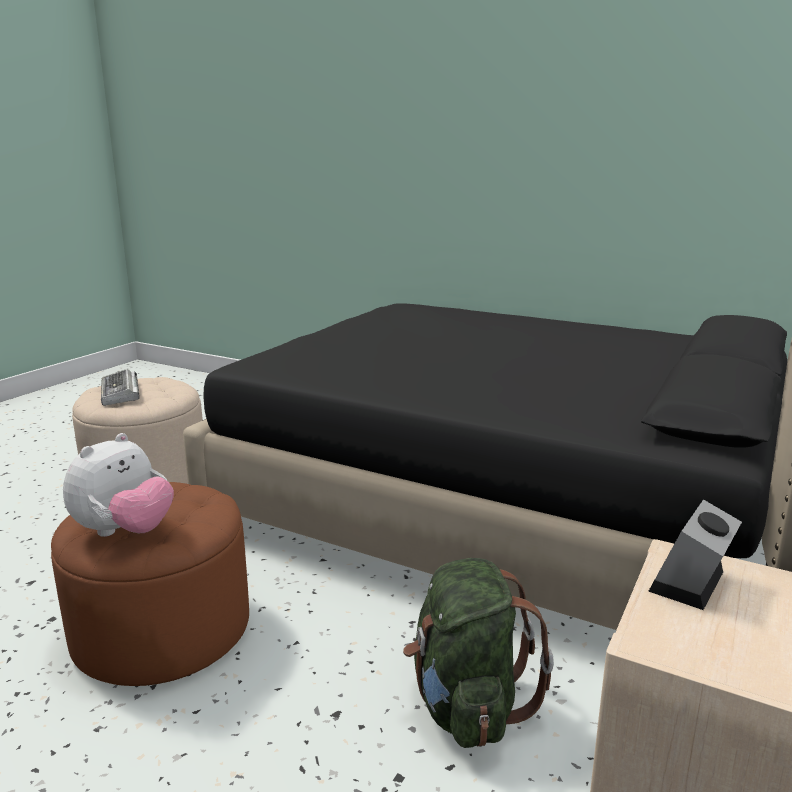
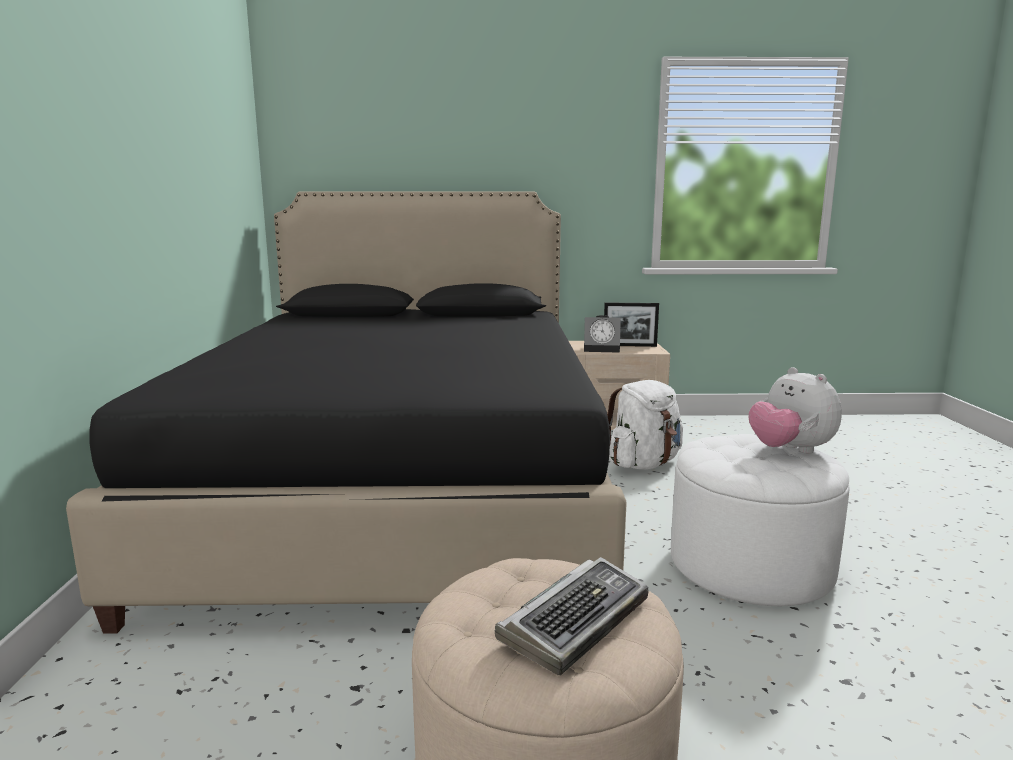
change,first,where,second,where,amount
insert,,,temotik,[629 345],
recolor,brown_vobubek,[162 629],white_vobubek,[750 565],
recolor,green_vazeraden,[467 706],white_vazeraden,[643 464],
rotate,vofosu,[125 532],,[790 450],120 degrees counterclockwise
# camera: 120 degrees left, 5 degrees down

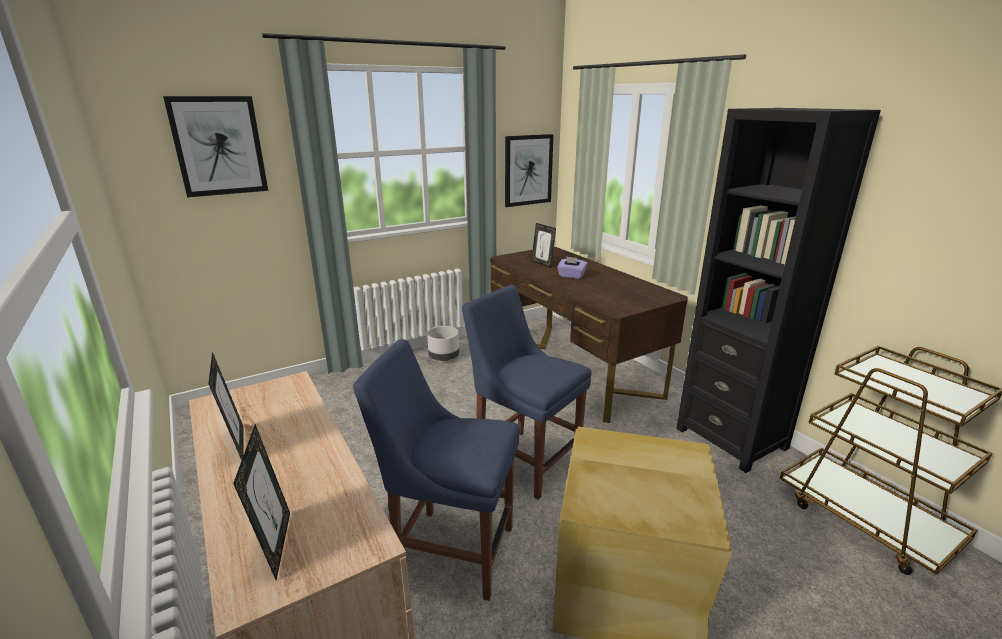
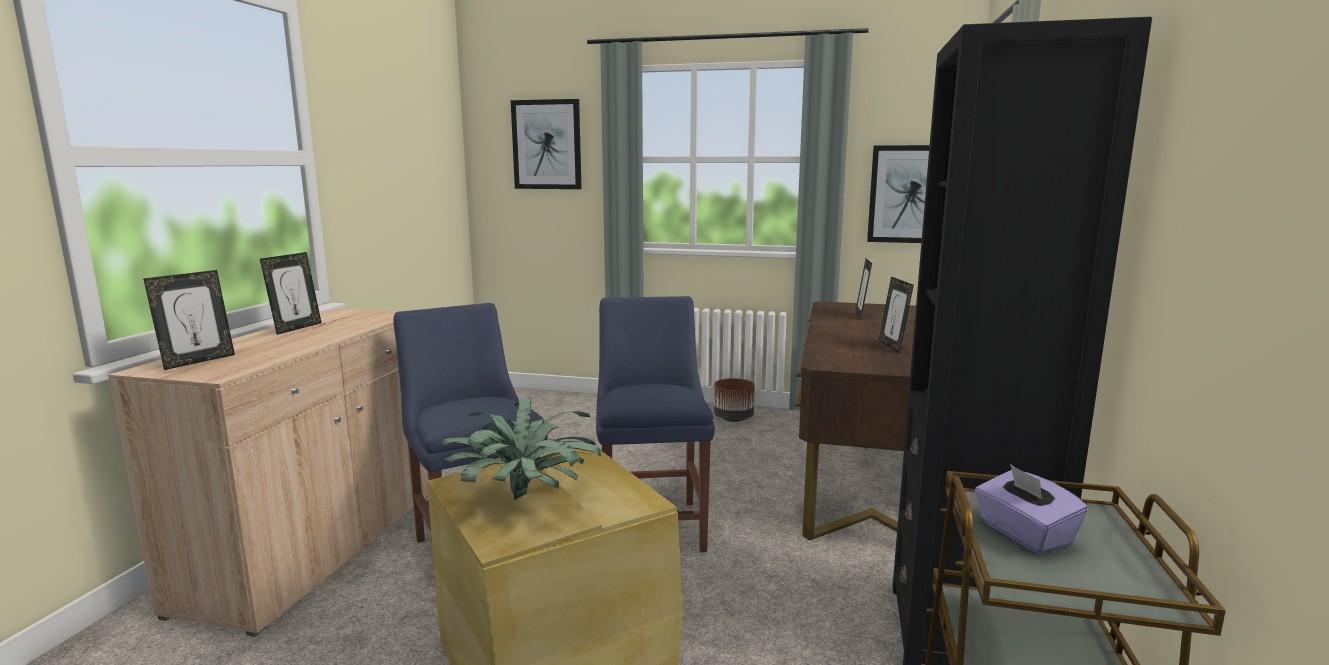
change,first,where,second,where,amount
insert,,,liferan,[525 499],
insert,,,temotik,[892 347],
move,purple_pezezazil,[571 276],,[1023 534],
recolor,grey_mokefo,[444 357],brown_mokefo,[733 418],
# camera: 45 degrees right, 10 degrees down

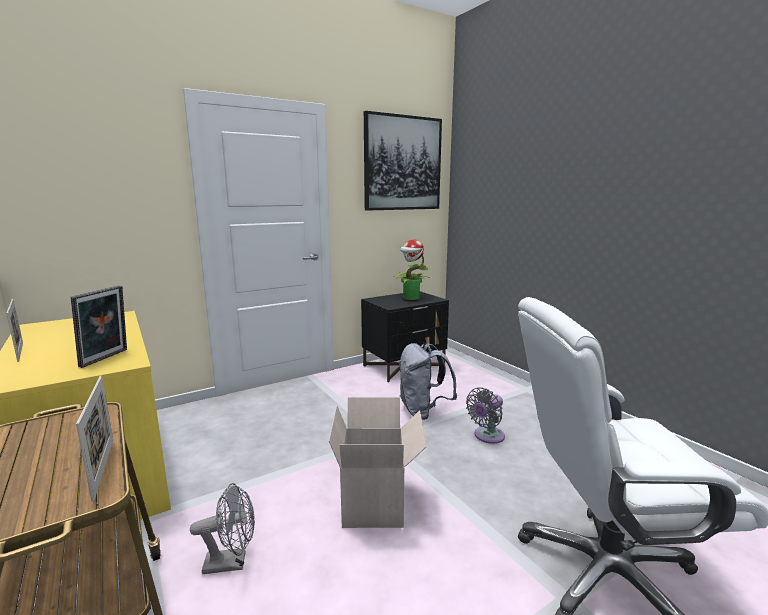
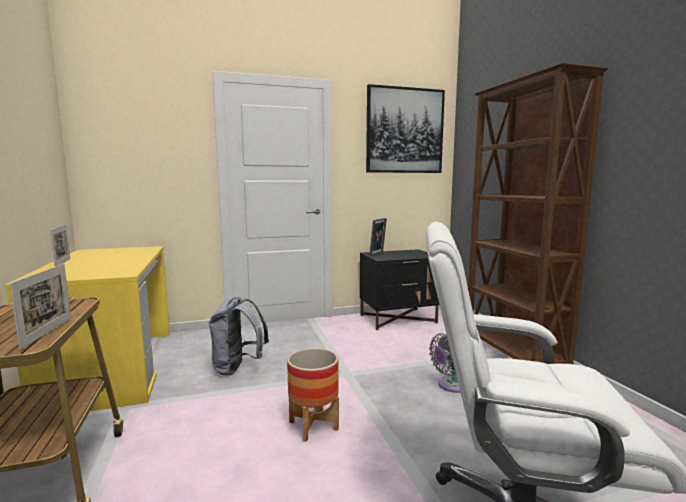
change,first,where,second,where,amount
delete,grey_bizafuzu,[232 562],,,
delete,liferan,[411 298],,,
insert,,,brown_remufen,[512 355],
move,temotik,[106 358],,[377 253],
move,grey_vazeraden,[423 411],,[238 368],
replace,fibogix,[376 504],mokefo,[313 426],
# camera: 15 degrees right, 5 degrees down

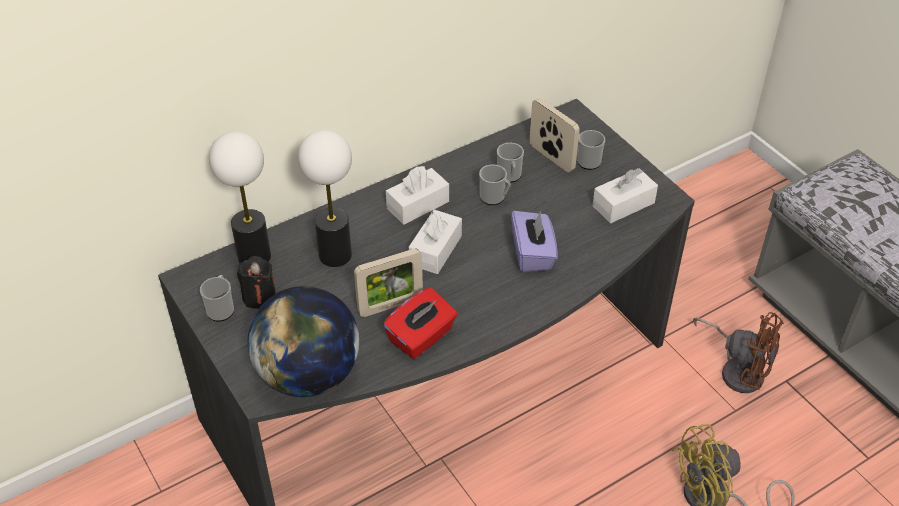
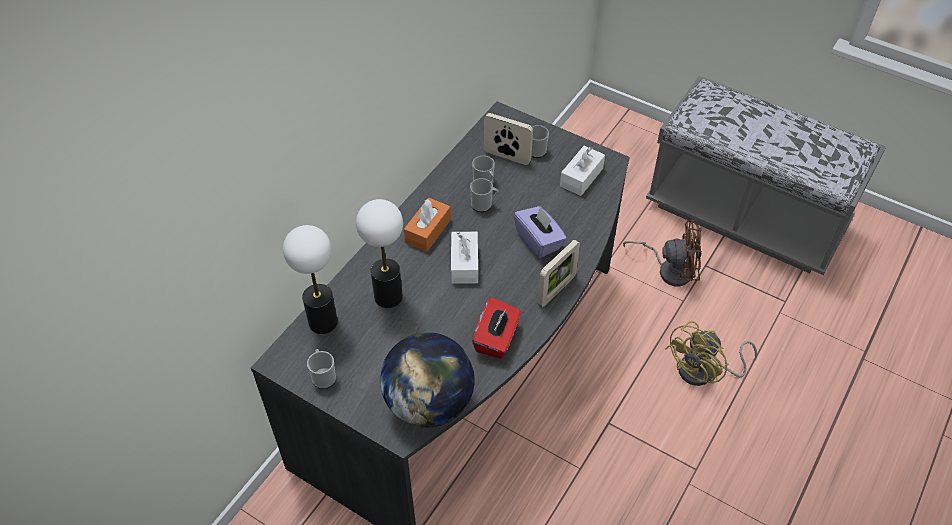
change,first,where,second,where,amount
delete,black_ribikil,[259 296],,,
move,temotik,[390 305],,[556 290],
recolor,white_pezezazil,[418 205],orange_pezezazil,[428 231],
# camera: 25 degrees left, 5 degrees up

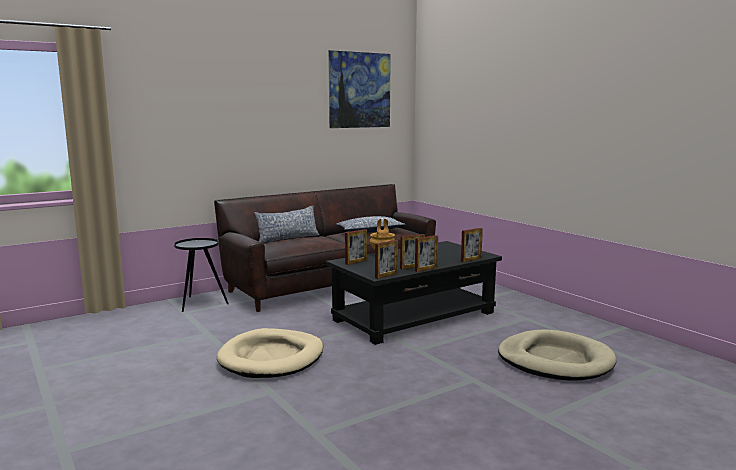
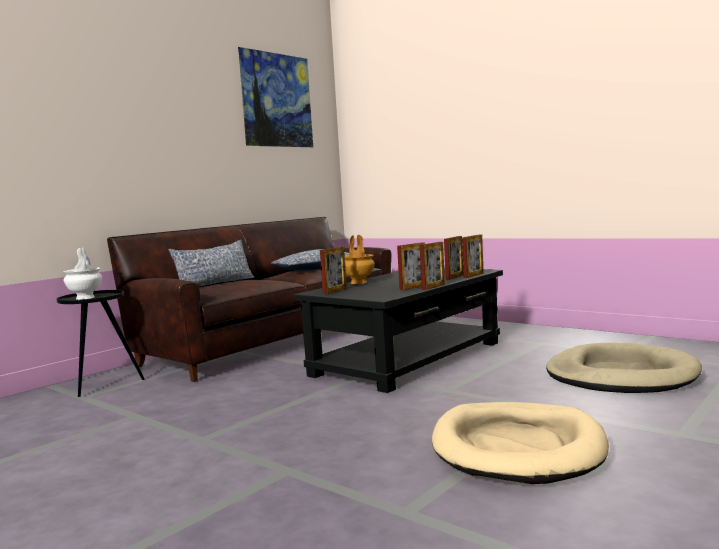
change,first,where,second,where,amount
insert,,,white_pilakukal,[85 298],
move,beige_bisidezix,[272 358],,[517 447],
move,temotik,[386 275],,[454 277],
# camera: 15 degrees left, 5 degrees down

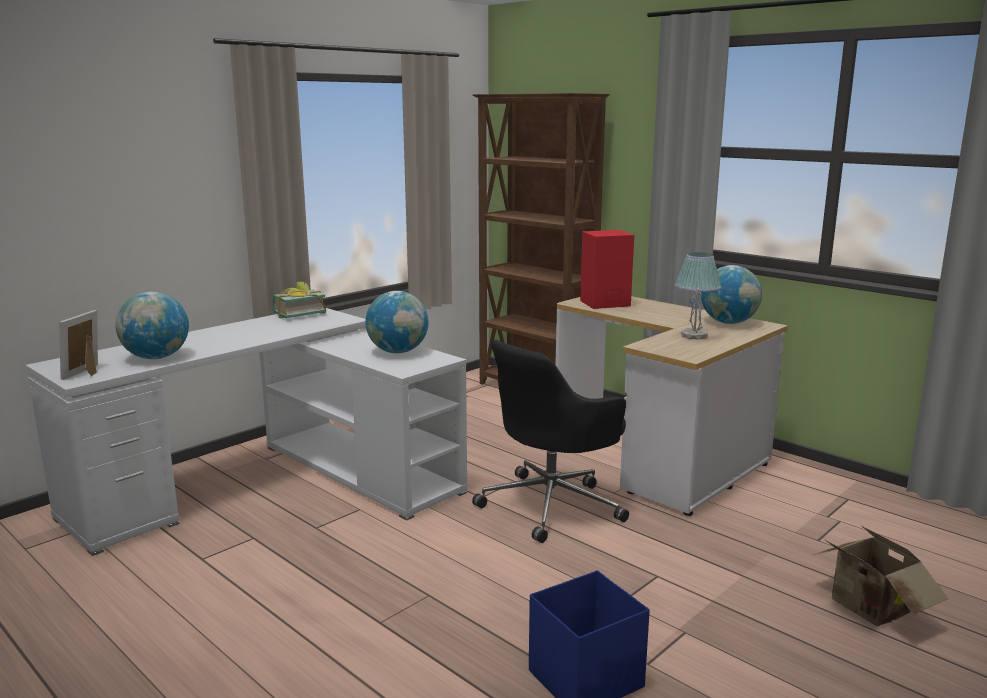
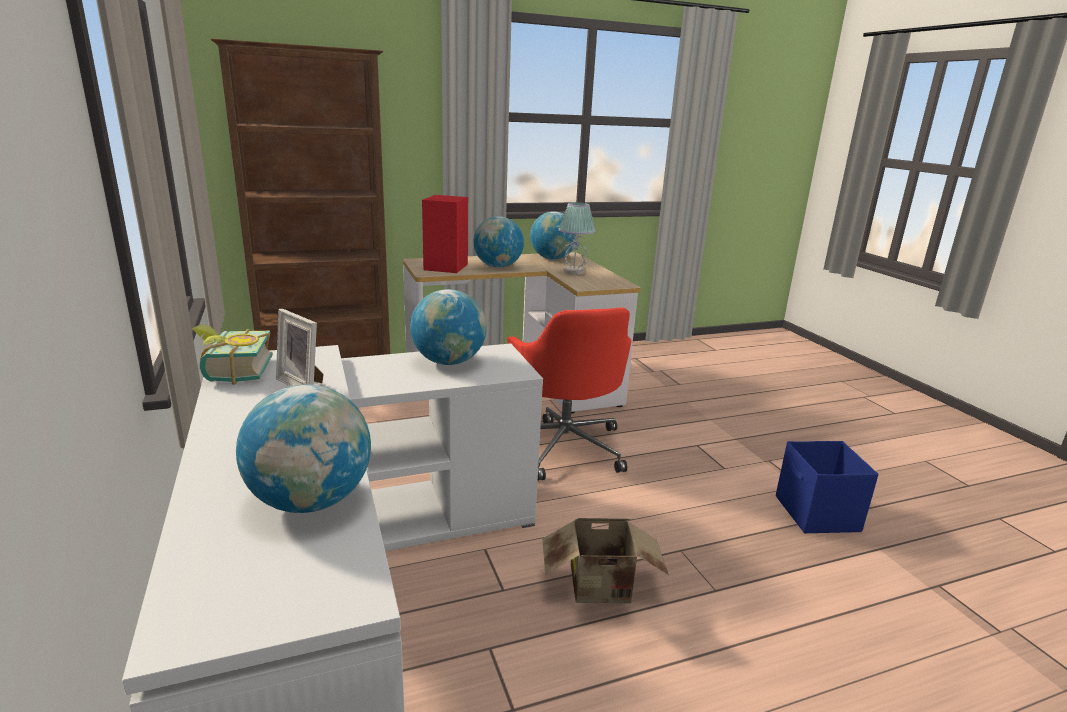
change,first,where,second,where,amount
insert,,,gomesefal,[497 266],
move,temotik,[87 373],,[304 384],
move,fibogix,[868 610],,[602 590],
recolor,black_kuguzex,[552 504],red_kuguzex,[564 447],
# camera: 65 degrees left, 5 degrees up

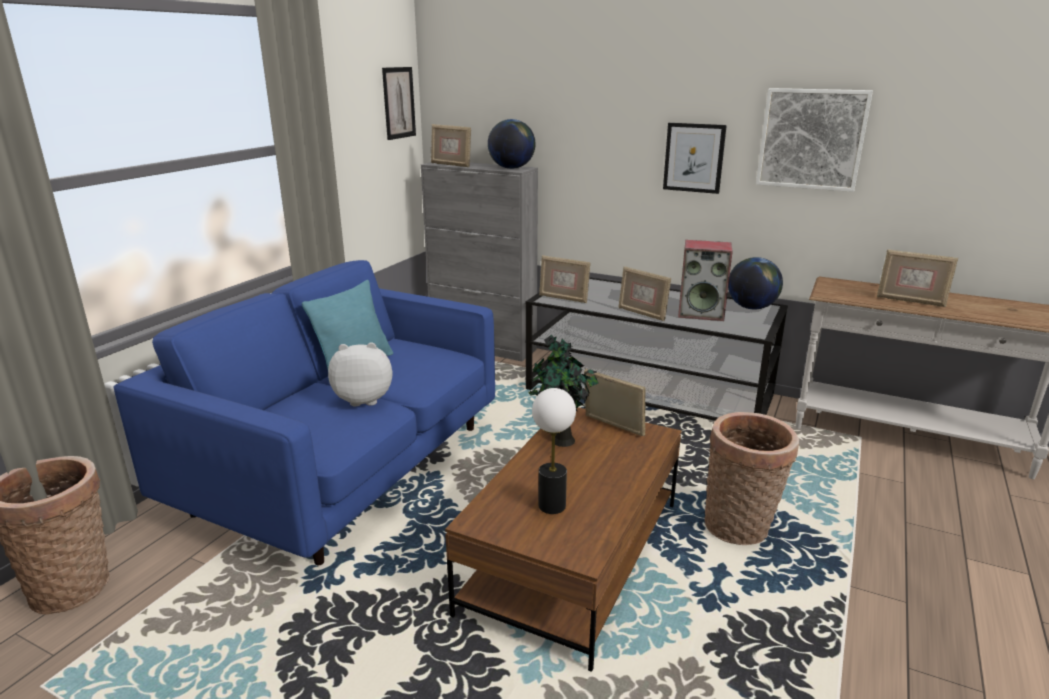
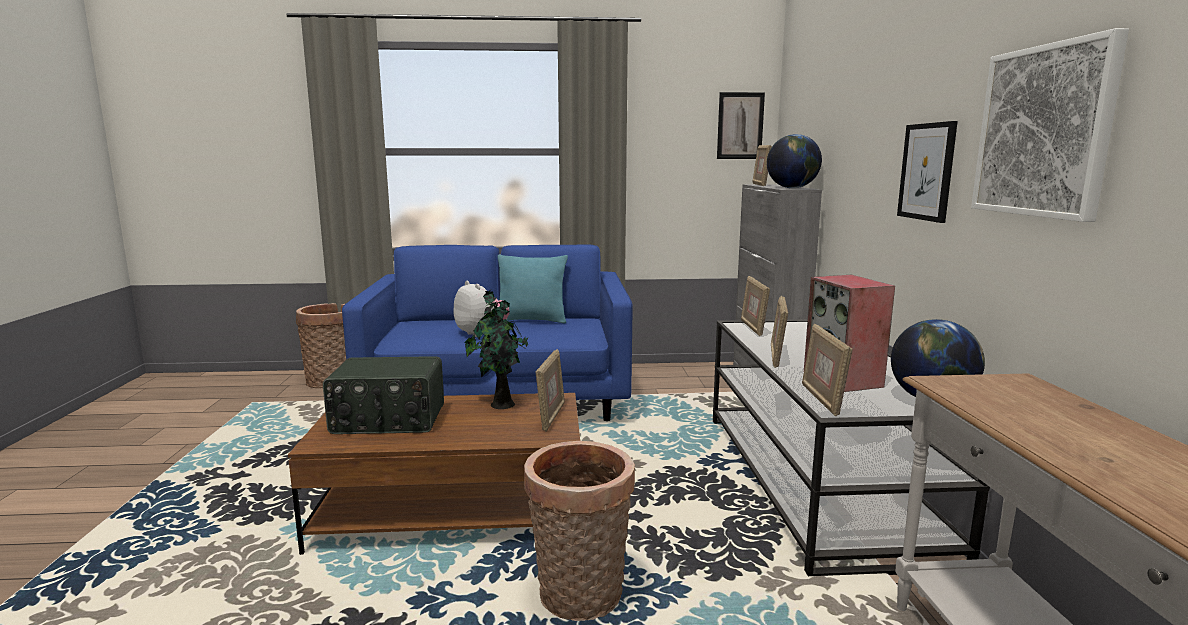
change,first,where,second,where,amount
move,temotik,[910 301],,[822 400],
replace,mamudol,[552 505],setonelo,[388 420],
# camera: 60 degrees right, 10 degrees down

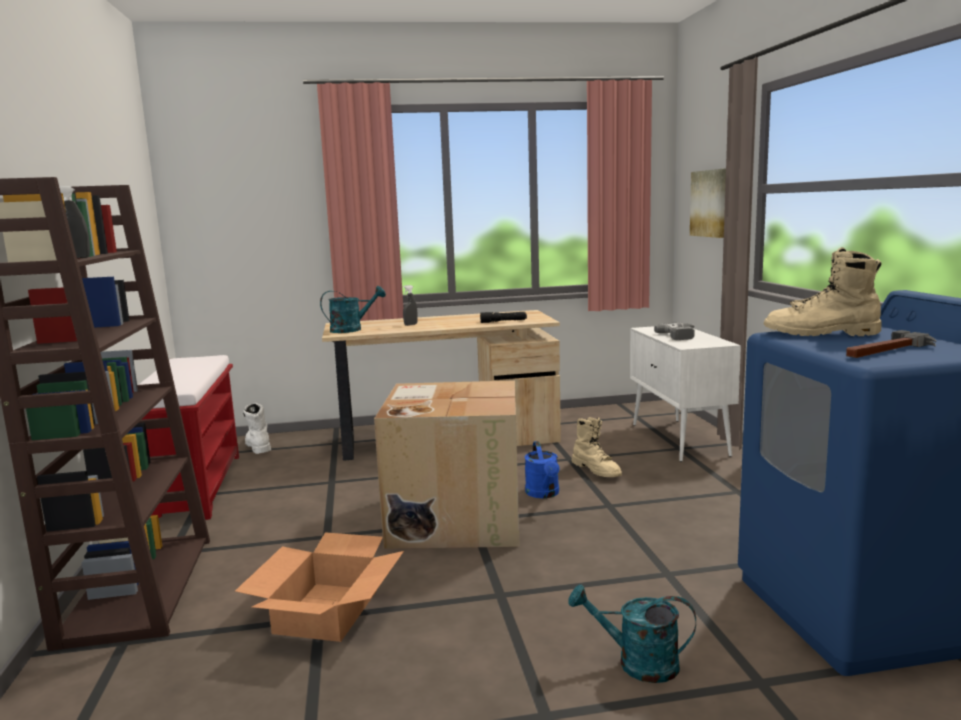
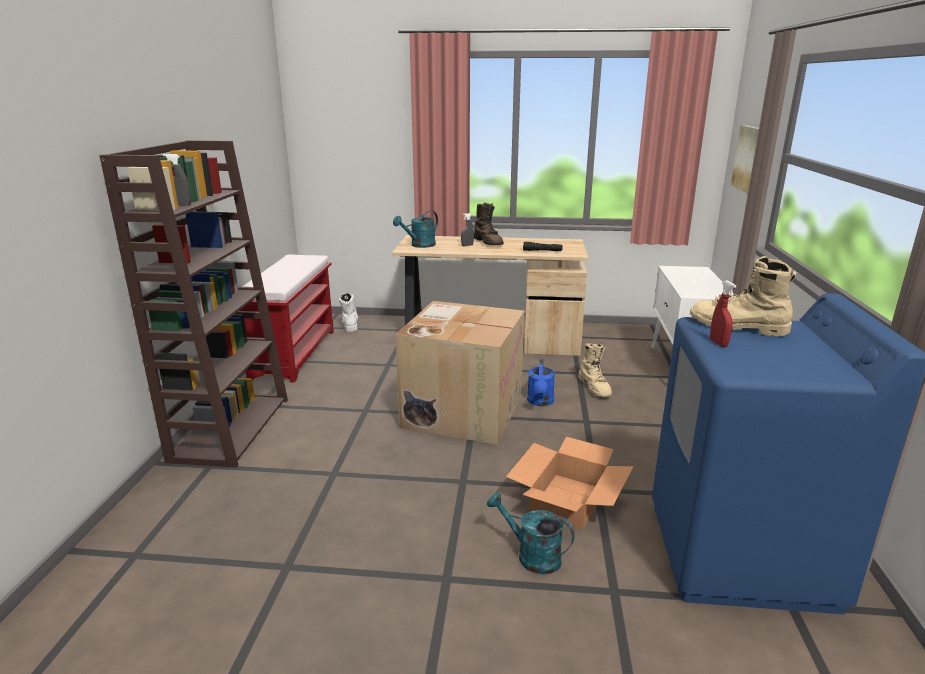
change,first,where,second,where,amount
delete,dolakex,[681 335],,,
delete,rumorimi,[887 351],,,
insert,,,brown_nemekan,[488 242],
insert,,,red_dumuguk,[718 343],
move,fibogix,[326 611],,[568 500],
rotate,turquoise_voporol,[352 329],,[419 245],150 degrees clockwise
# camera: 15 degrees right, 10 degrees up

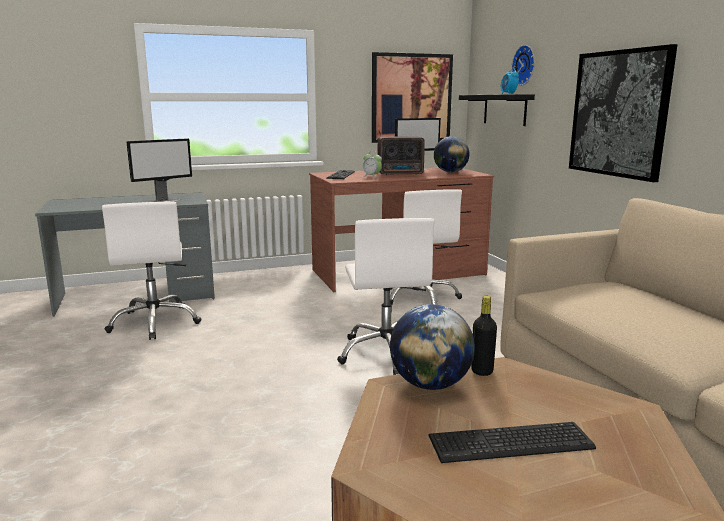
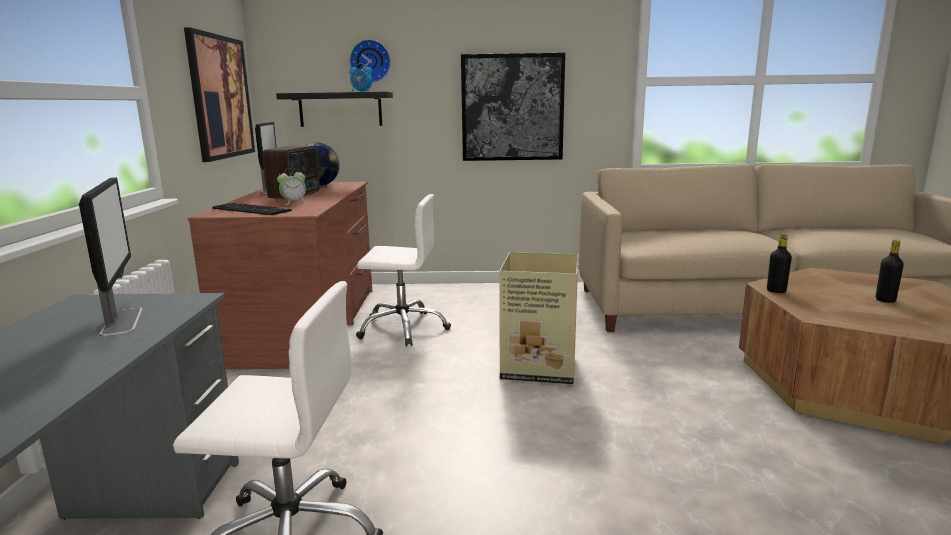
change,first,where,second,where,amount
delete,gomesefal,[430 384],,,
replace,white_kuguzex,[386 353],fibogix,[540 368],
replace,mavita,[513 443],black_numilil,[885 300],
# camera: 70 degrees left, 0 degrees up

